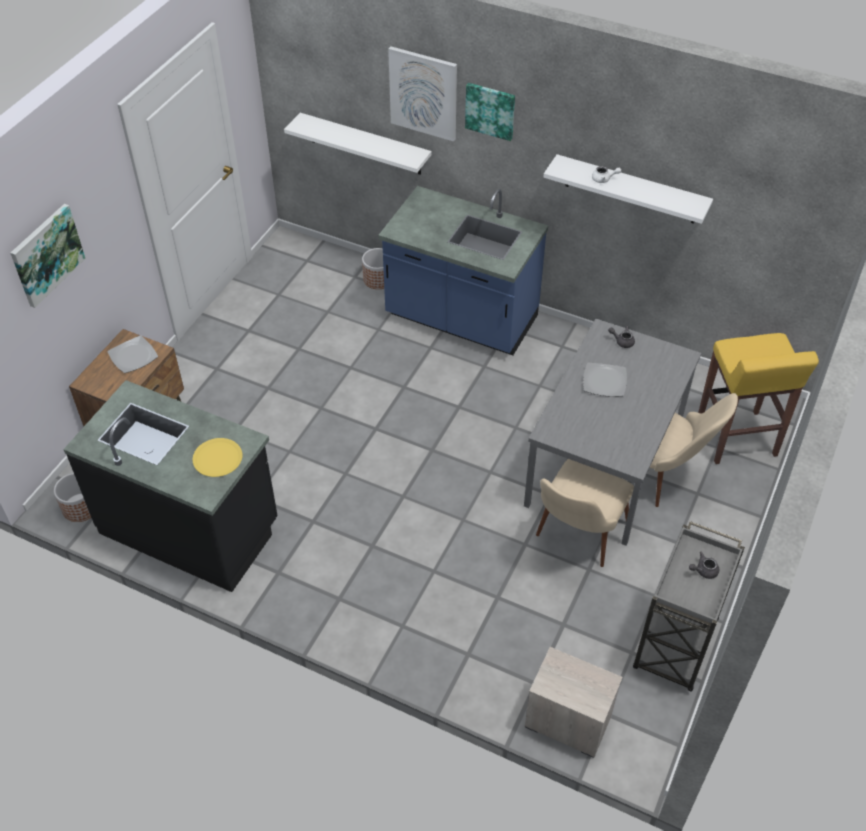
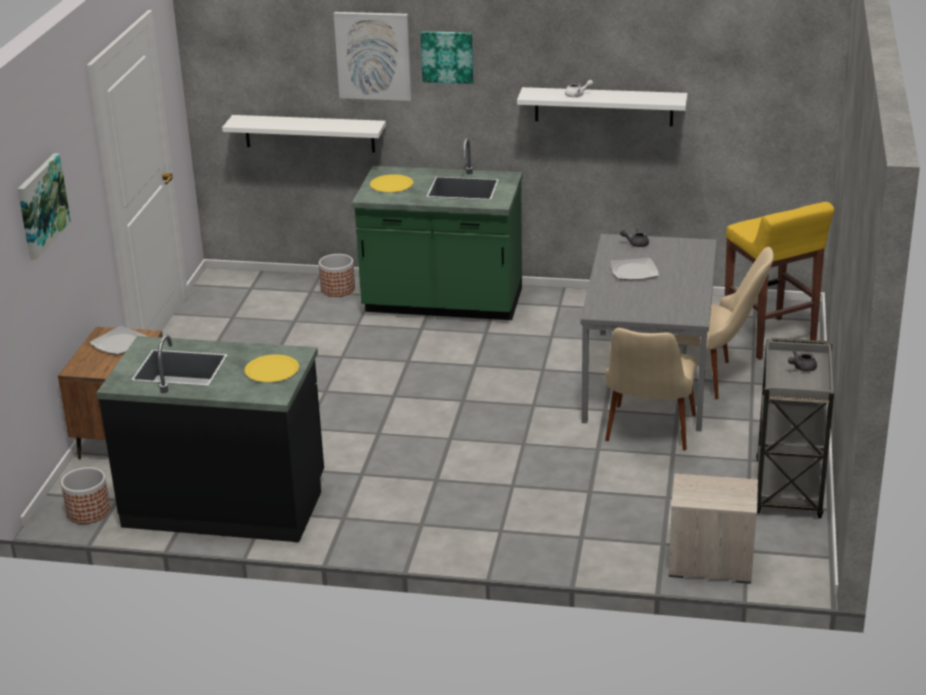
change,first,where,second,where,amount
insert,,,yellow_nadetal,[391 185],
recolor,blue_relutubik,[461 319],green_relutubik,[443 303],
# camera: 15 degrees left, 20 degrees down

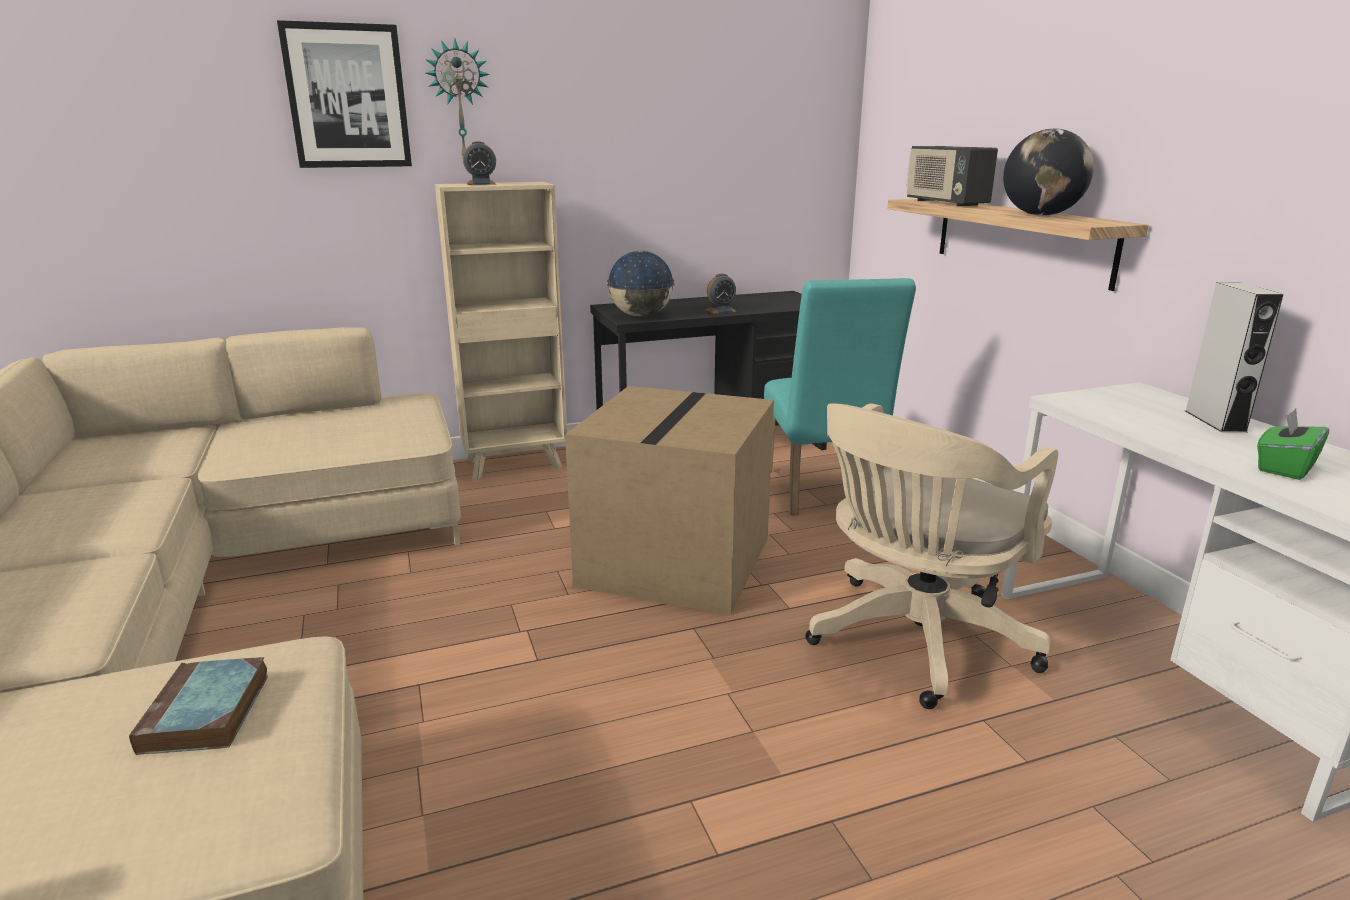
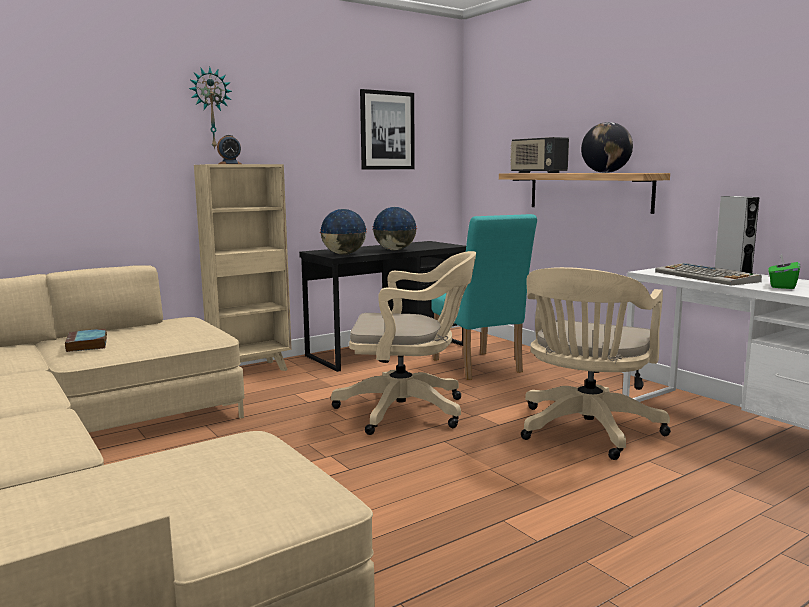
change,first,where,second,where,amount
insert,,,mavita,[707 277],
move,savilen,[206 714],,[87 344],
move,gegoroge,[347 97],,[387 130],
replace,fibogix,[677 563],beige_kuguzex,[409 411],
replace,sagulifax,[720 310],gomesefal,[394 250],
# camera: 15 degrees left, 10 degrees down

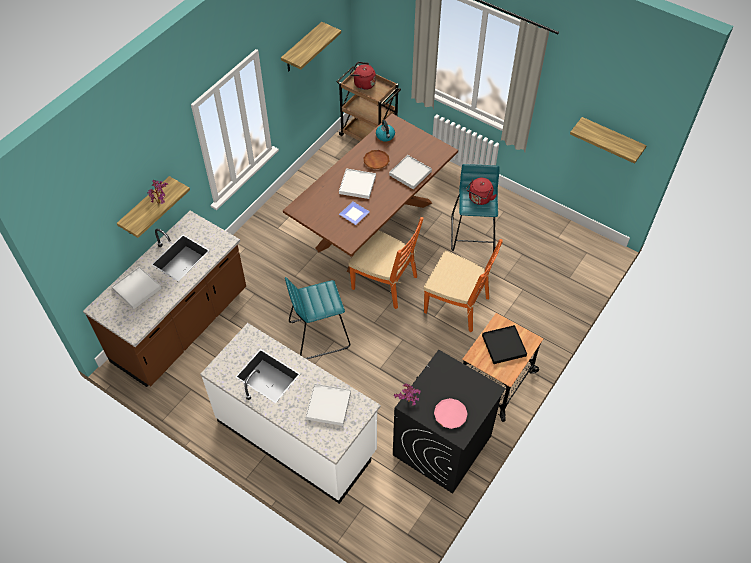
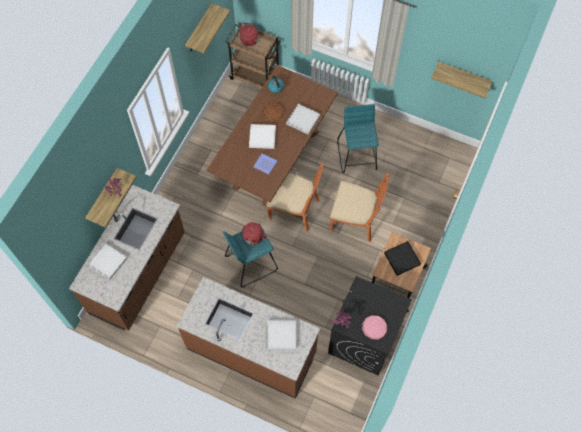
change,first,where,second,where,amount
move,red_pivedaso,[479 199],,[252 238],
recolor,white_relutubik,[297 436],brown_relutubik,[252 350],
# camera: 10 degrees left, 10 degrees up

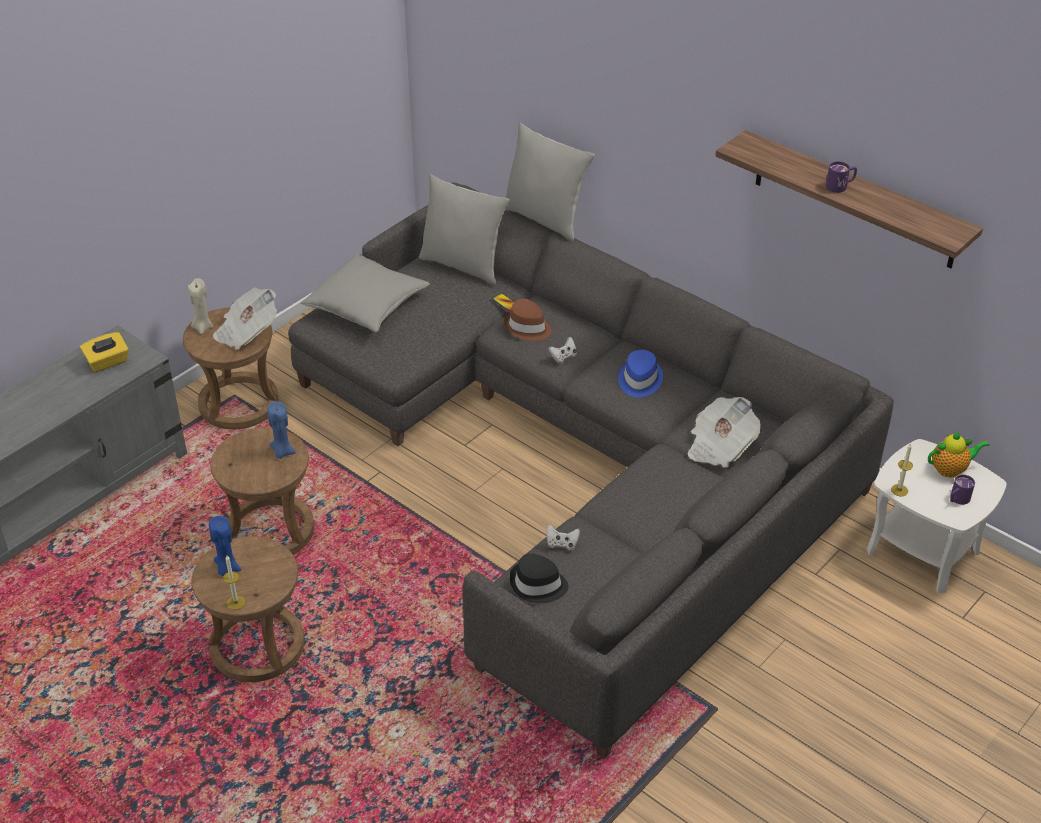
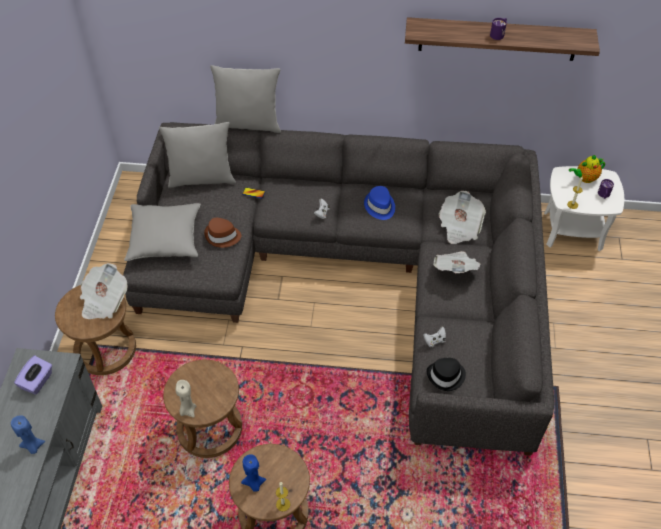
change,first,where,second,where,amount
insert,,,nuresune,[455 270],
move,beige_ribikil,[203 327],,[188 410],
move,blue_ribikil,[282 452],,[33 446],
move,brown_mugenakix,[527 327],,[222 236],
recolor,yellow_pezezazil,[107 362],purple_pezezazil,[37 381],
rotate,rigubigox,[950 469],,[585 178],150 degrees counterclockwise
# camera: 35 degrees left, 10 degrees up

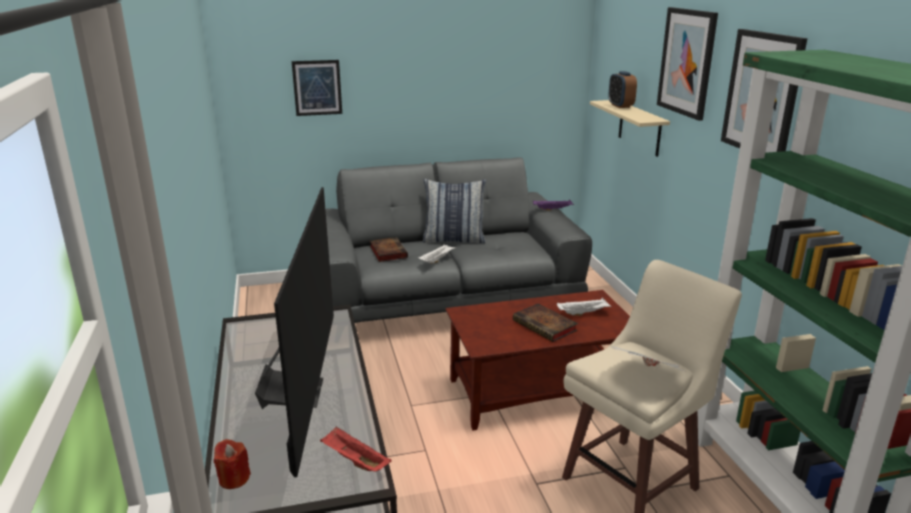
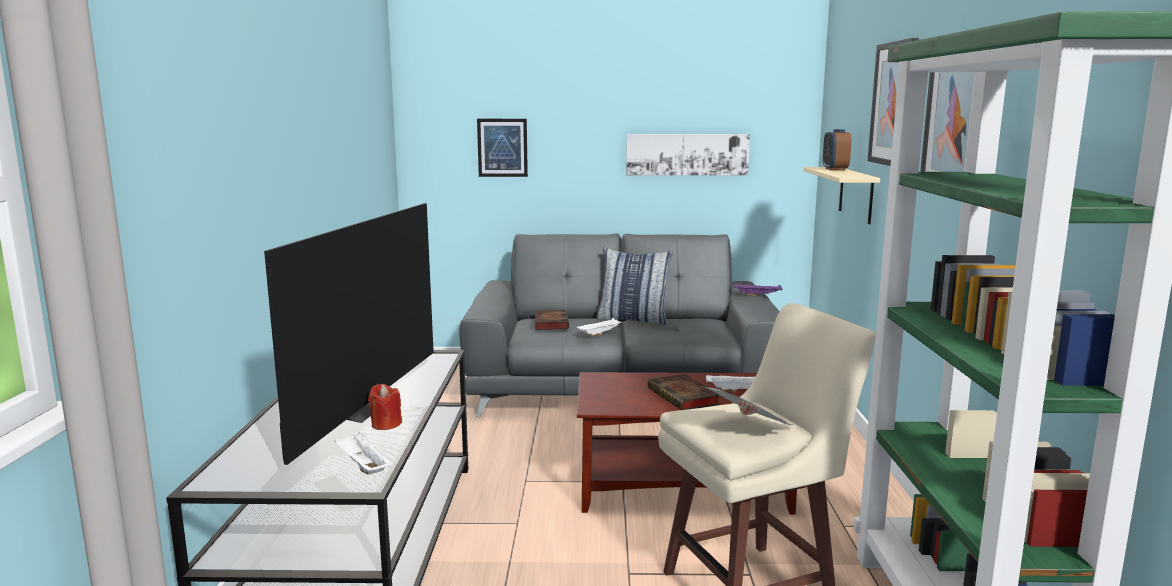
change,first,where,second,where,amount
insert,,,gegoroge,[687 154],
move,red_ribikil,[234 479],,[386 424],
recolor,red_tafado,[354 461],white_tafado,[363 467],
# camera: 15 degrees right, 10 degrees down

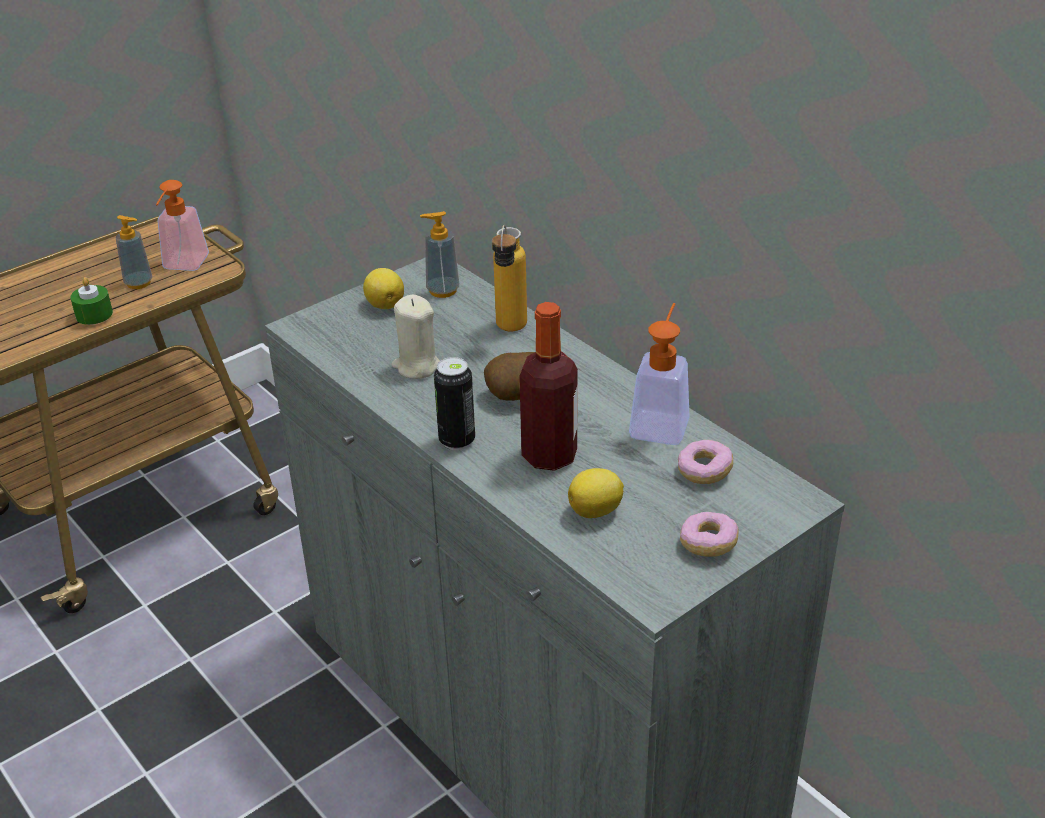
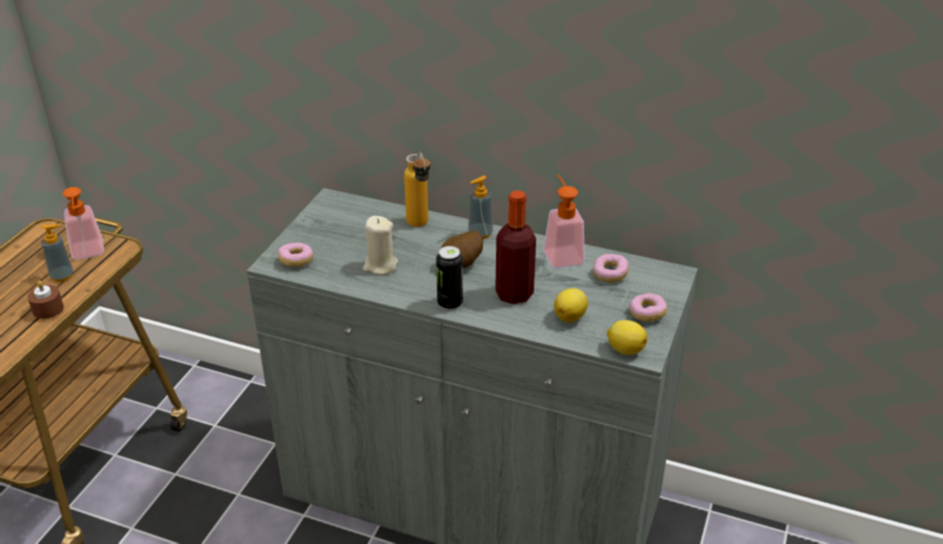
change,first,where,second,where,amount
insert,,,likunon,[296 261],
move,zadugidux,[385 304],,[624 349],
move,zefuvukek,[442 290],,[480 233],
recolor,green_ribikil,[94 314],brown_ribikil,[48 309],
# camera: 30 degrees left, 0 degrees up

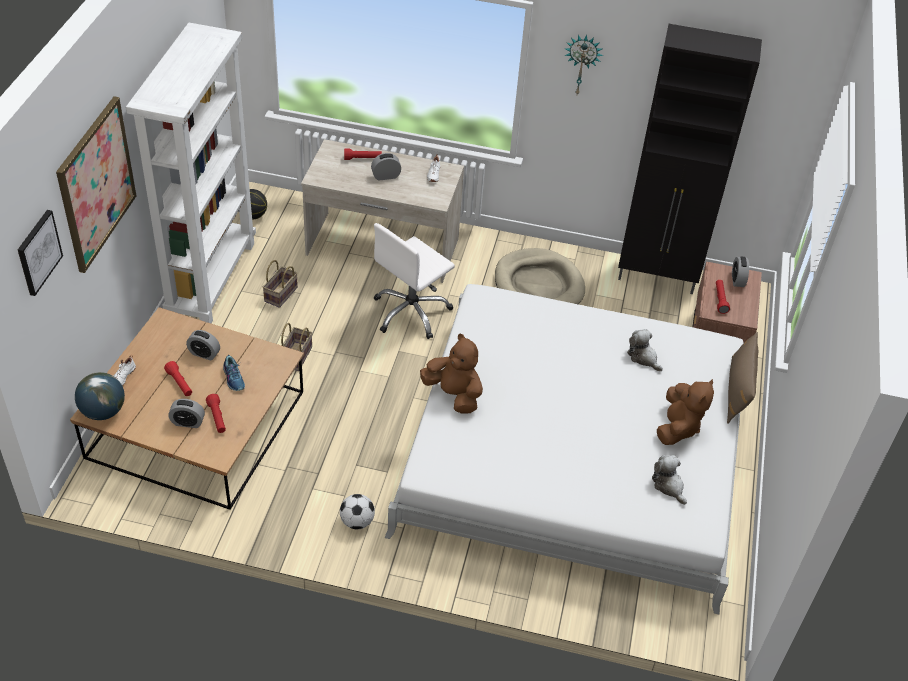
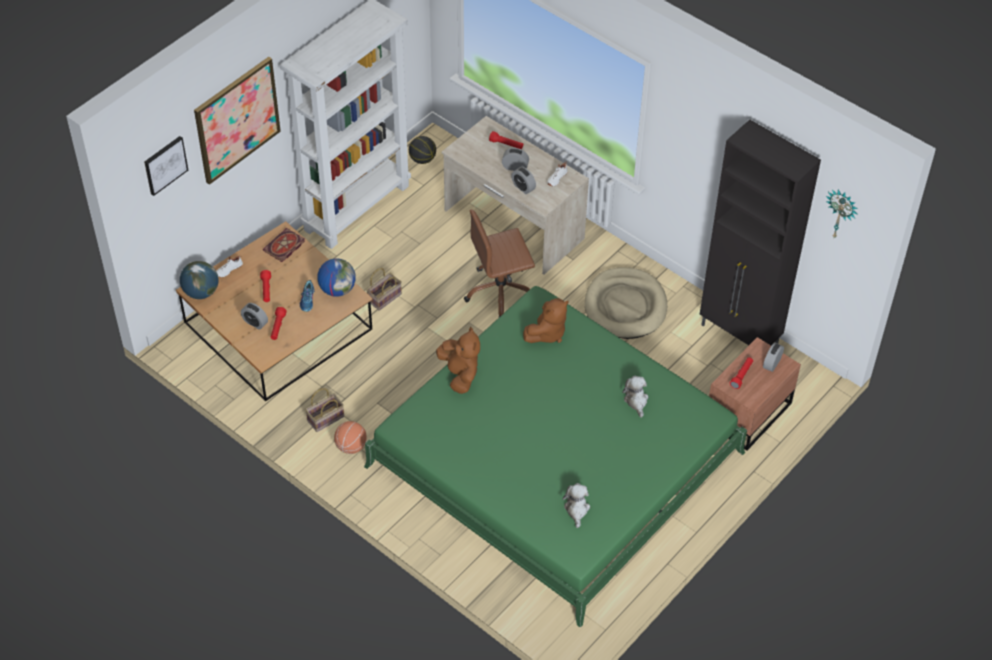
change,first,where,second,where,amount
delete,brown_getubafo,[737 391],,,
insert,,,savilen,[284 247],
insert,,,gomesefal,[337 289],
move,sagulifax,[204 354],,[523 187],
move,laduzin,[281 295],,[325 419],
move,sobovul,[582 64],,[840 213],
move,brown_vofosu,[678 427],,[547 333],
replace,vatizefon,[357 522],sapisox,[351 446],
recolor,white_kuguzex,[411 312],brown_kuguzex,[500 292],
recolor,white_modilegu,[574 452],green_modilegu,[555 459],
# camera: 30 degrees right, 5 degrees up

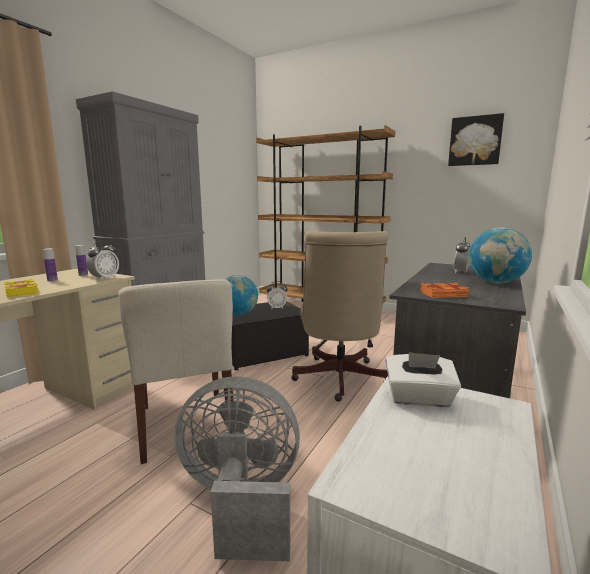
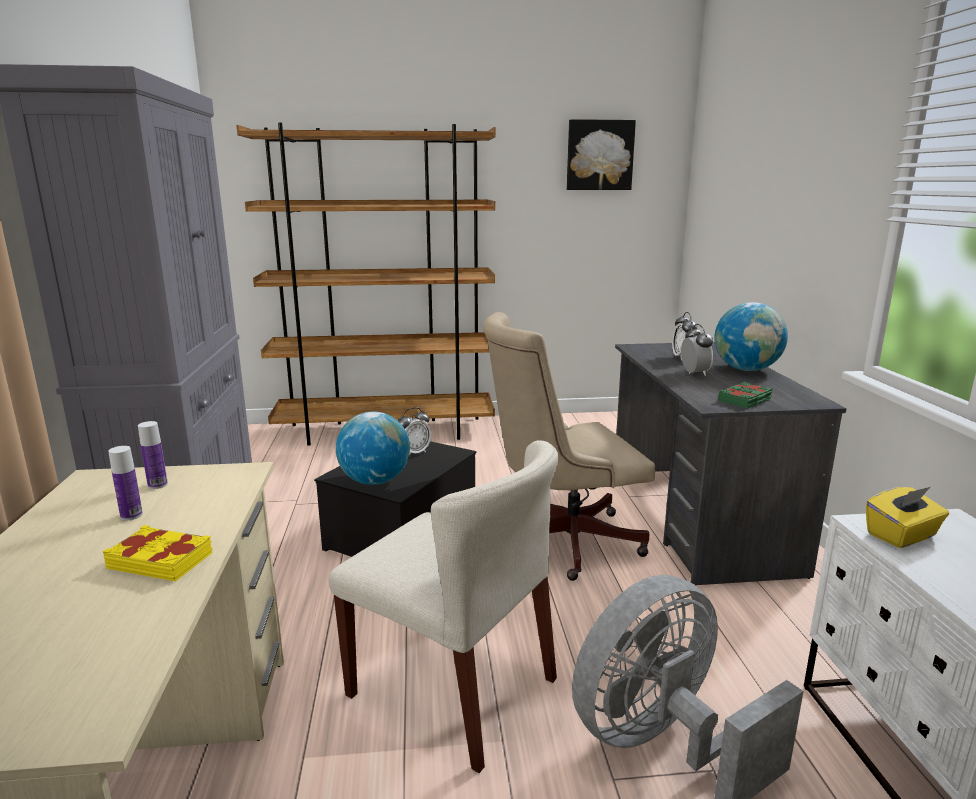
change,first,where,second,where,amount
move,sagulifax,[105 278],,[694 373],
recolor,white_pezezazil,[419 399],yellow_pezezazil,[902 535],
recolor,orange_savilen,[444 294],green_savilen,[745 400],
rotate,beige_kuguzex,[338 380],,[560 541],105 degrees clockwise
# camera: 35 degrees left, 5 degrees up

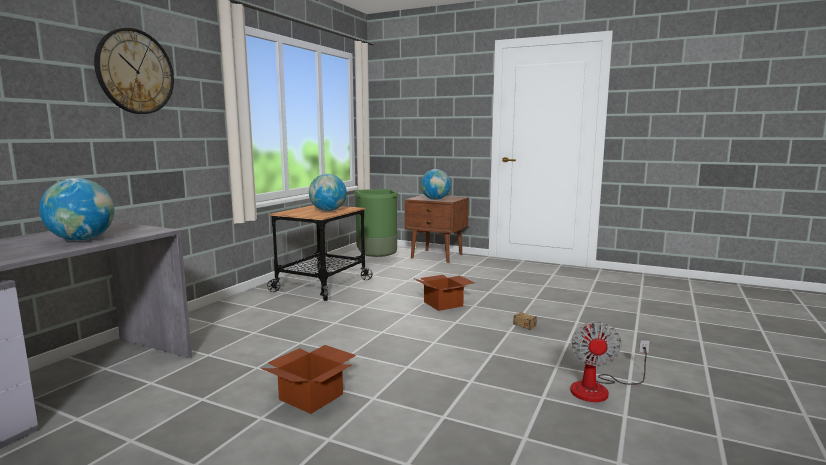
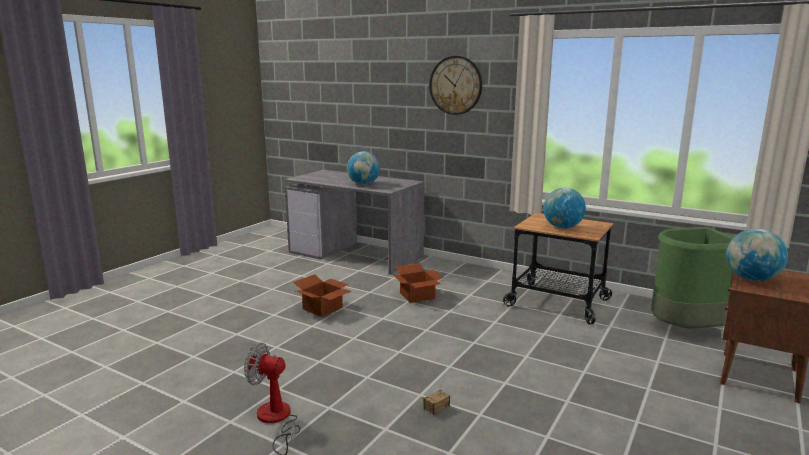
change,first,where,second,where,amount
move,fibogix,[444 304],,[417 296],
# camera: 95 degrees right, 5 degrees up

